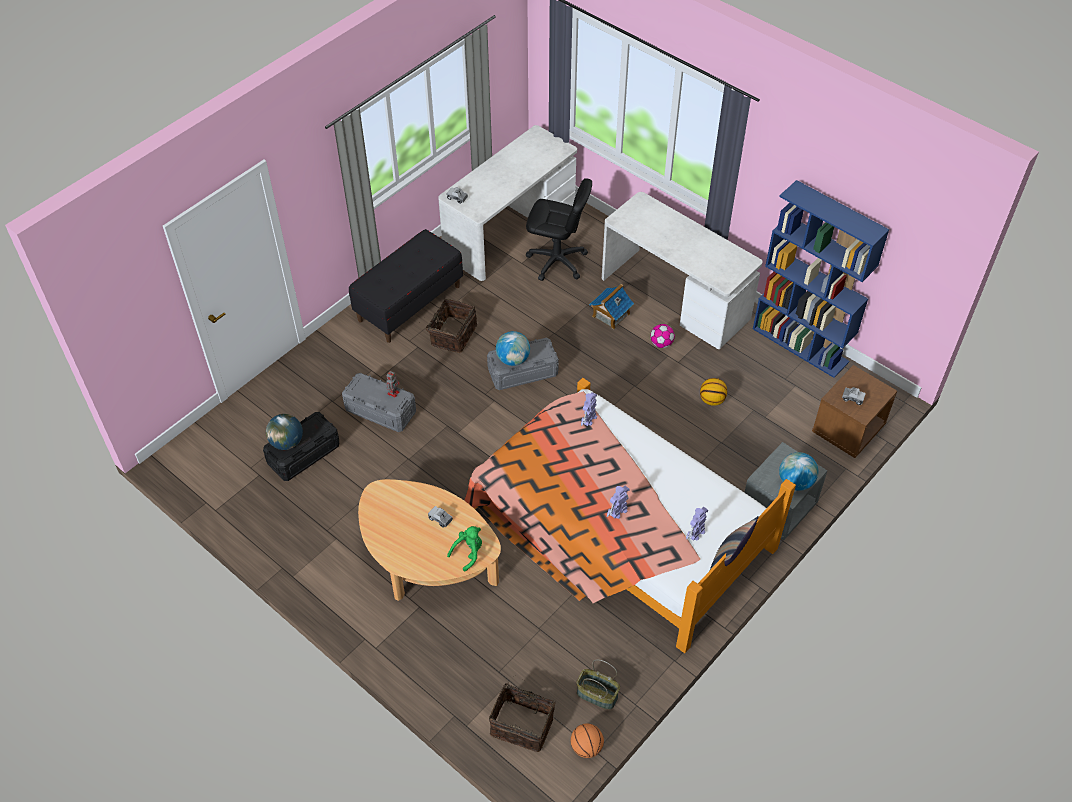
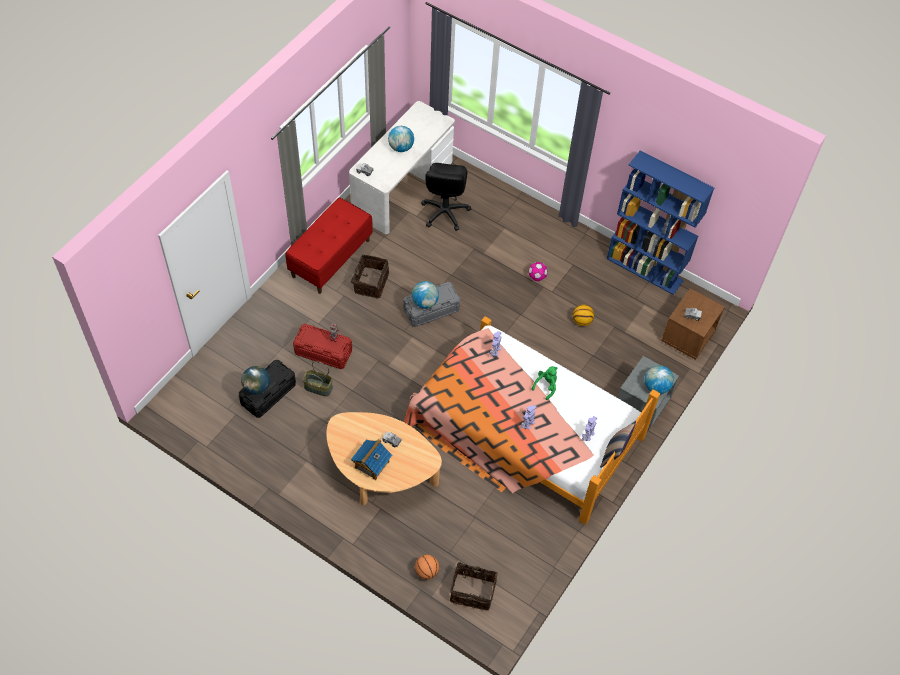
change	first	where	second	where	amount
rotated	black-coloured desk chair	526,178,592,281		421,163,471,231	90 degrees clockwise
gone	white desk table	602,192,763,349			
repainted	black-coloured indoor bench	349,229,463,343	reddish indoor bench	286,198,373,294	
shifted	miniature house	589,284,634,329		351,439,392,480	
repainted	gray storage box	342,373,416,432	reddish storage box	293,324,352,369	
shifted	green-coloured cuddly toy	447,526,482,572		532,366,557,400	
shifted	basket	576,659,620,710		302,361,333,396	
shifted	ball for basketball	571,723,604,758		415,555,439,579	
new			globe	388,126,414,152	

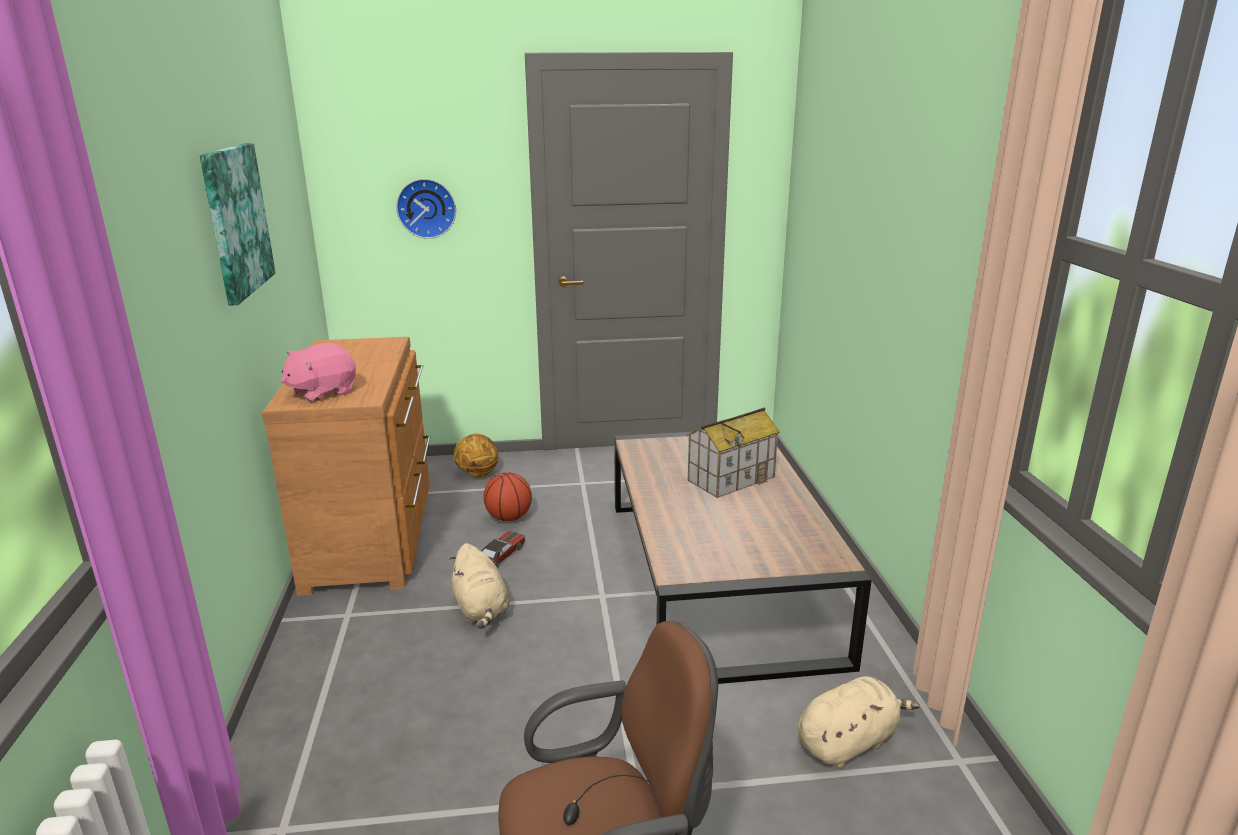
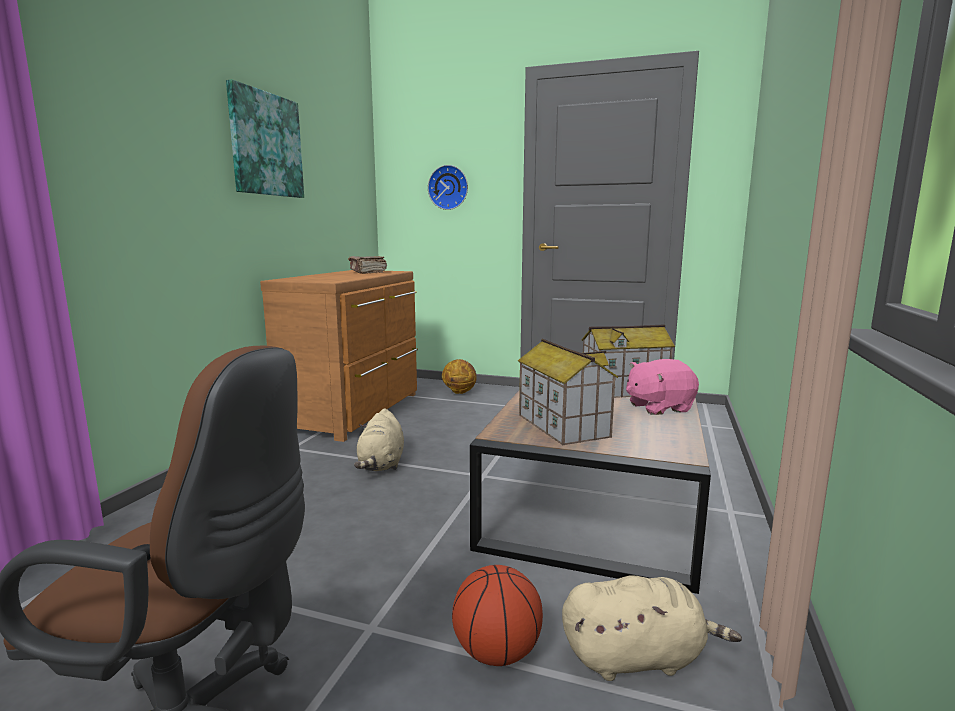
change	first	where	second	where	amount
shifted	pinkish cuddly toy	281,343,356,402		626,359,699,415	
shifted	ball for basketball	483,472,532,521		452,565,543,666	
gone	model car	481,531,525,569			
new			brown-coloured bound book	348,256,387,274	
new			miniature house	518,338,618,445	

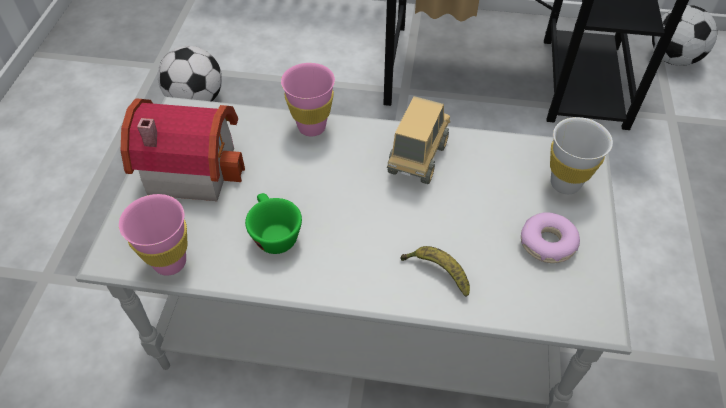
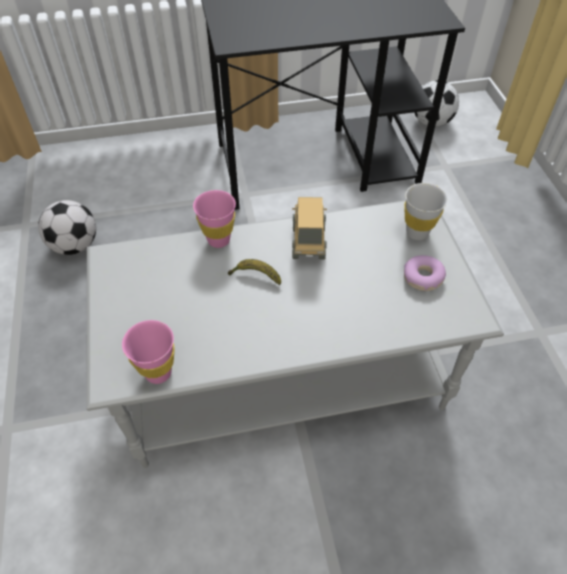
change	first	where	second	where	amount
gone	miniature house	121,98,245,201			
gone	green-coloured drinking cup	245,193,302,254			
shifted	banana	400,246,470,297		228,259,281,285	

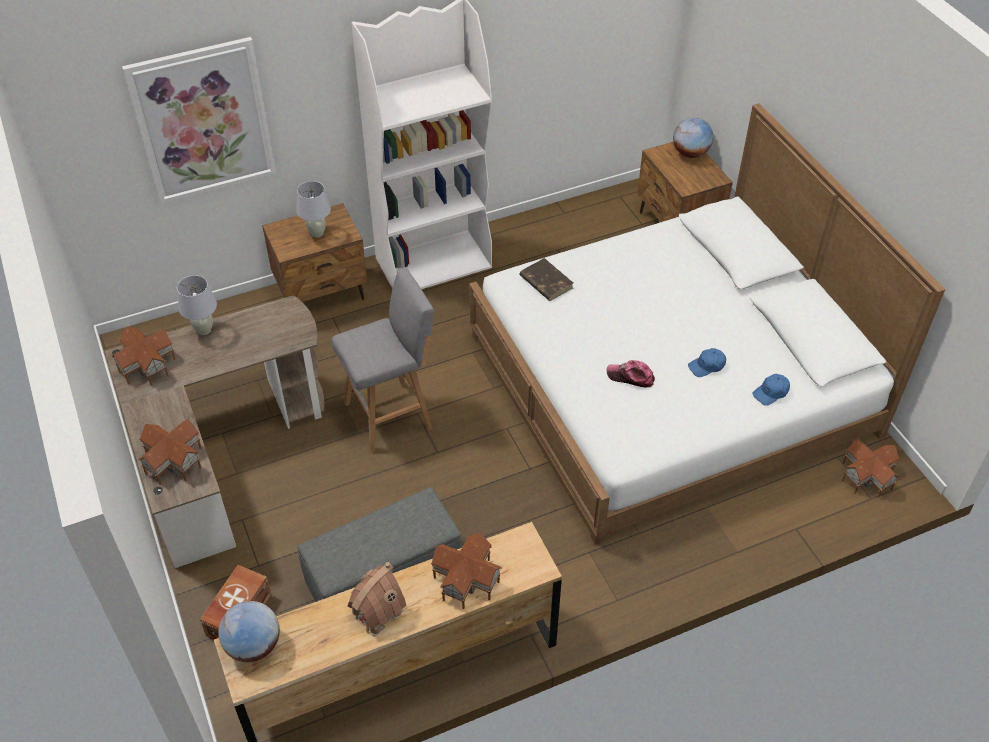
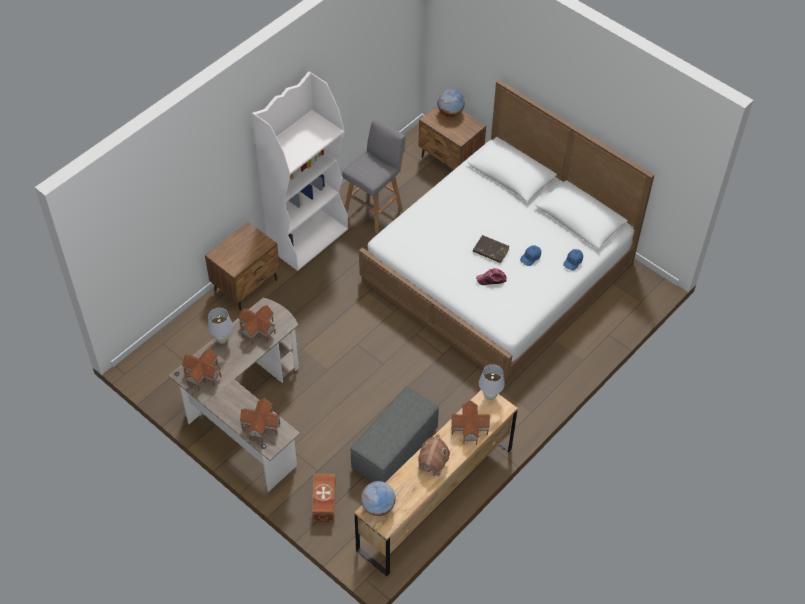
change	first	where	second	where	amount
gone	picture	122,37,276,204			
shifted	white tabletop lamp	296,181,331,237		479,364,505,401	
shifted	brown-coloured bound book	519,258,573,301		473,235,510,263	
shifted	gray sitting stool	331,268,434,453		342,118,406,233	
shifted	miniature house	842,438,900,498		238,305,276,345	

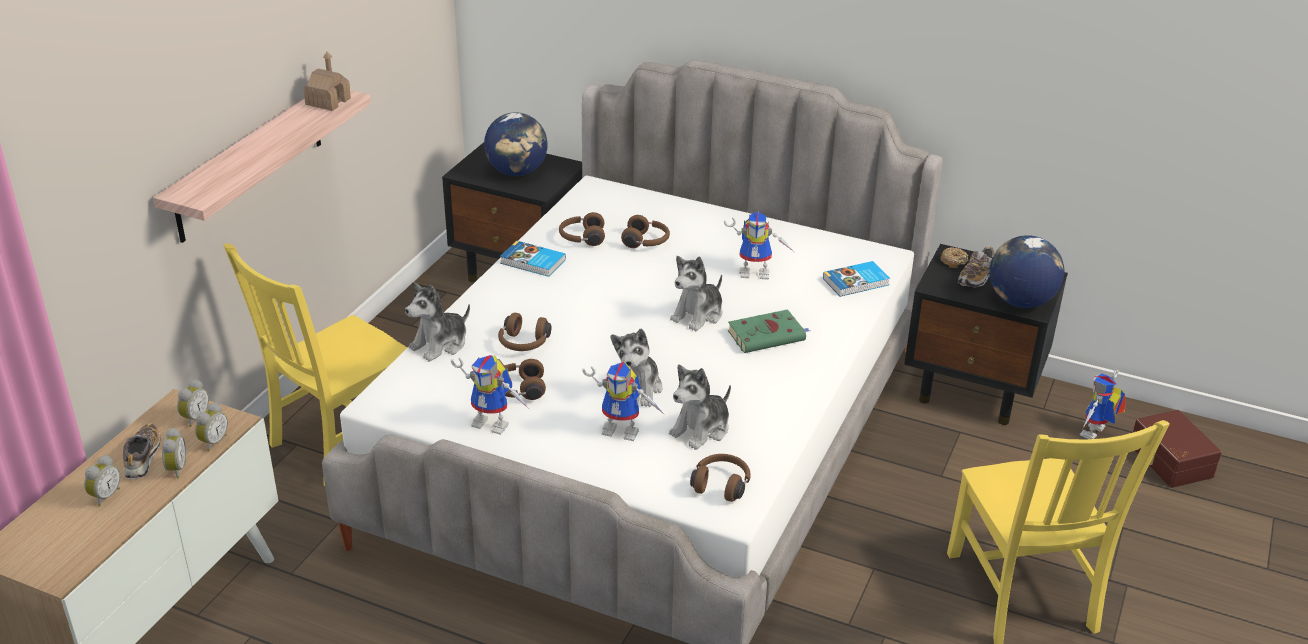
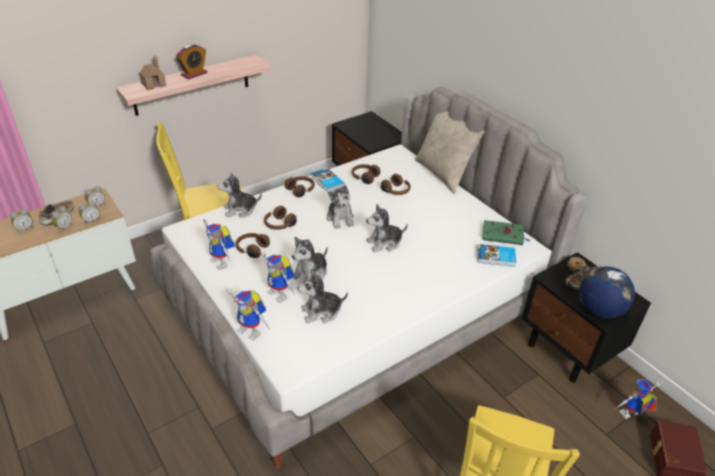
change	first	where	second	where	amount
shifted	miniature house	304,52,351,111		139,55,166,90	
gone	globe	484,112,548,176			
shifted	robot figure	724,211,794,280		226,288,270,341	
shifted	green-coloured bound book	728,309,810,353		482,220,531,245	
shifted	brown-coloured pair of headphones	690,454,751,502		285,176,315,197	
new			bedside clock	176,44,208,80	
new			beige cushion	415,111,485,194	
new			cuddly toy	327,185,354,229	

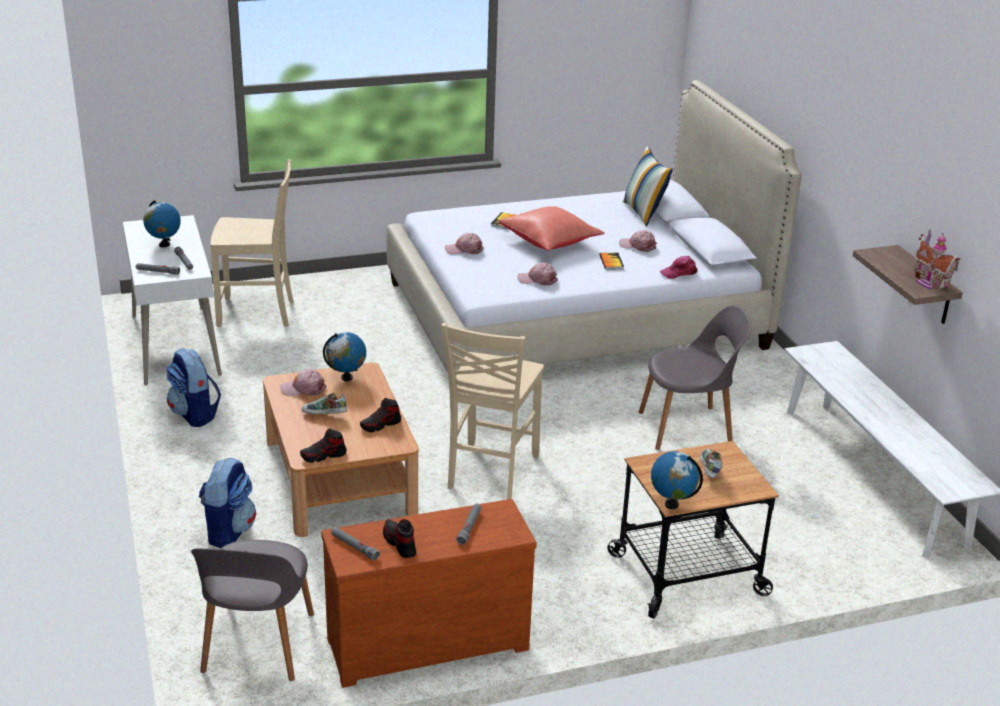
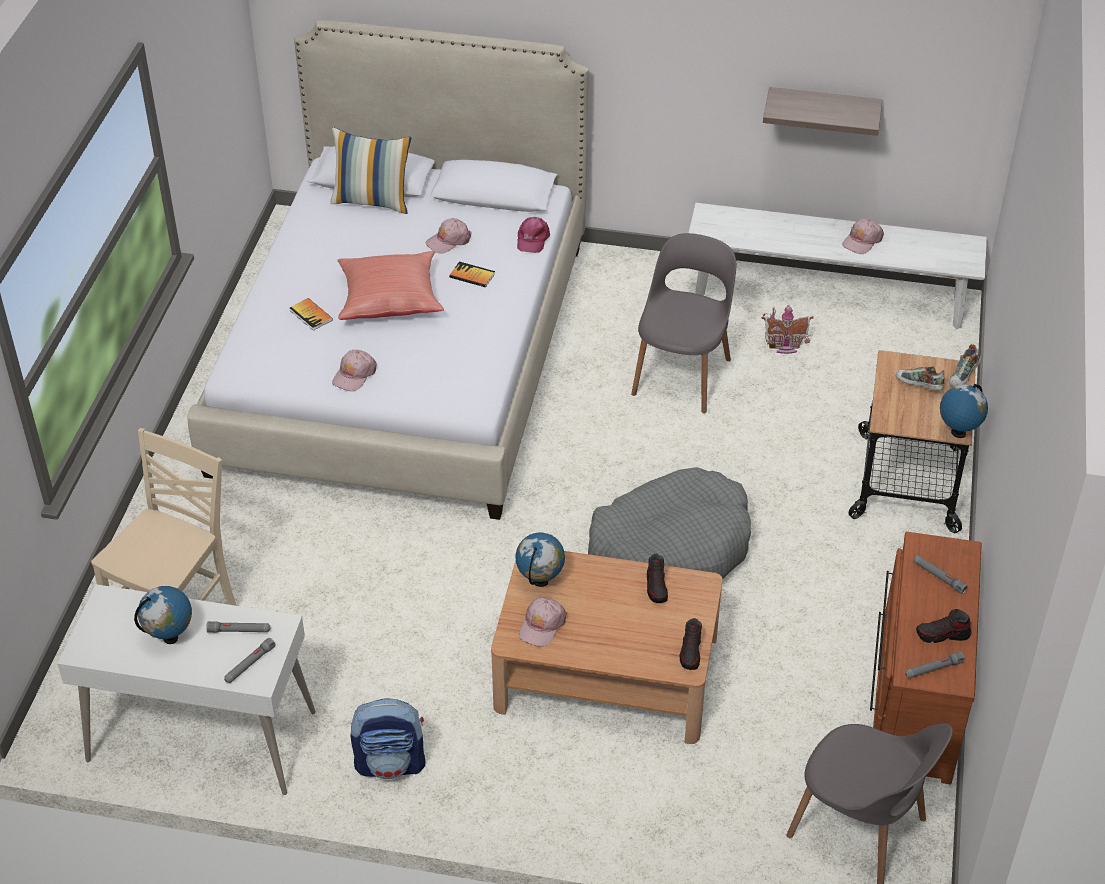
change	first	where	second	where	amount
shifted	miniature house	914,229,960,290		761,305,813,354	
shifted	pinkish peaked cap	517,262,557,285		842,218,884,254	
swapped	beige upright chair	441,323,544,499	gray dog bed	588,467,751,579	
shifted	item of footwear	302,392,347,414		949,344,982,387	
gone	backpack	199,458,256,548			

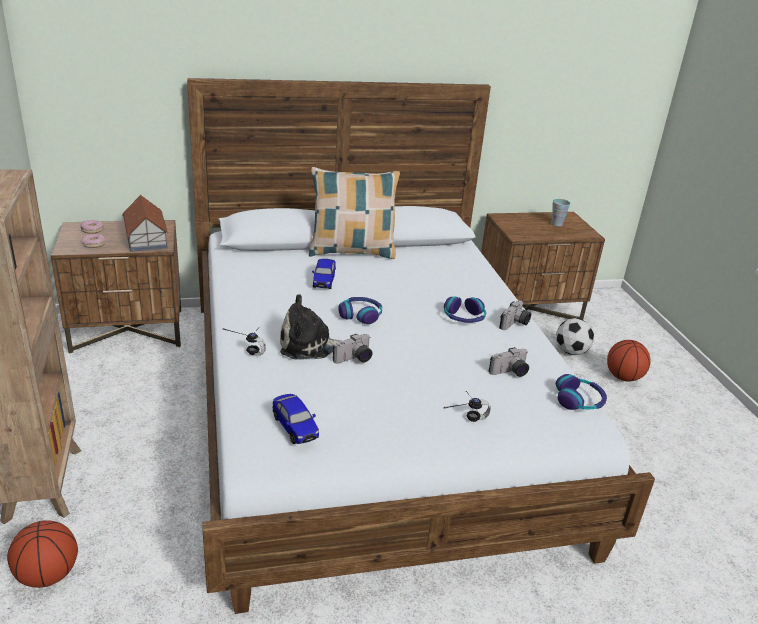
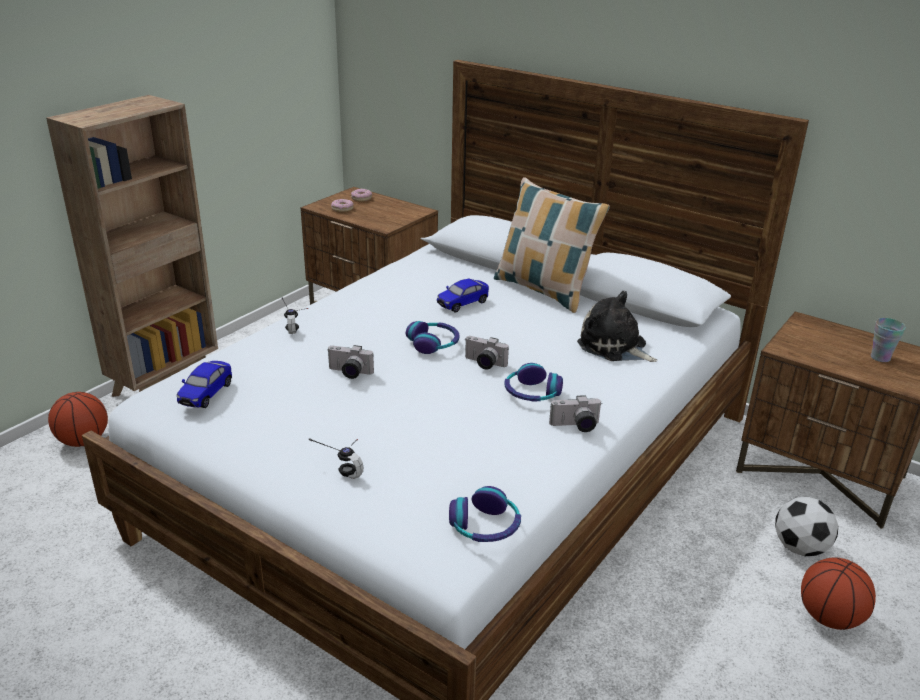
change	first	where	second	where	amount
gone	miniature house	122,195,169,252			
shifted	cuddly toy	280,294,341,360		577,291,658,362	
shifted	photo camera	489,347,529,377		465,336,509,369	

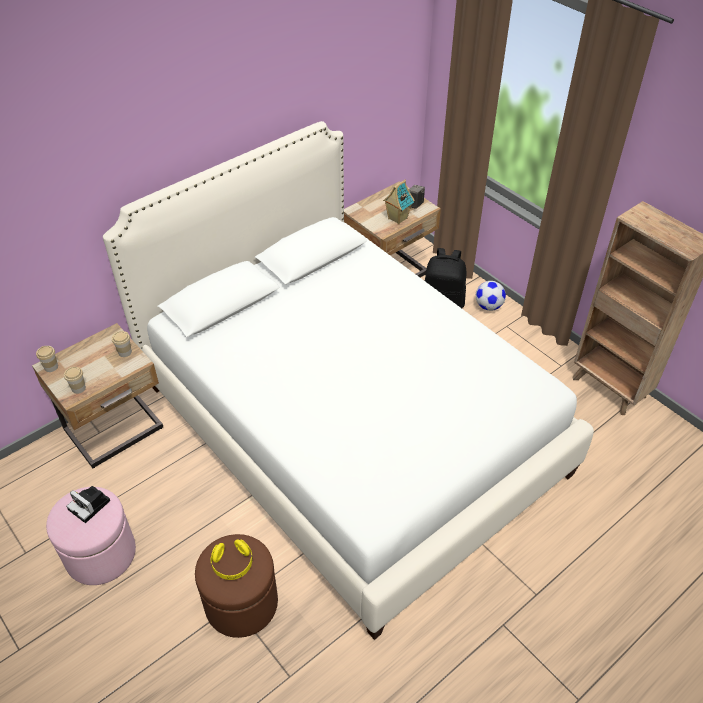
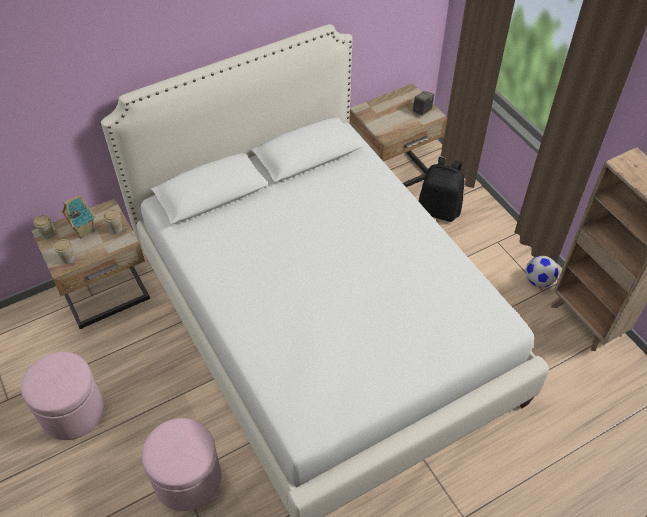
change	first	where	second	where	amount
shifted	miniature house	383,180,415,225		61,194,95,239	
shifted	ball for football	476,281,506,311		526,256,559,287	
gone	photo camera	66,486,110,523			
repainted	brown-coloured footrest	195,534,278,638	pinkish footrest	142,418,221,511	
gone	yellow pair of headphones	211,539,253,580			

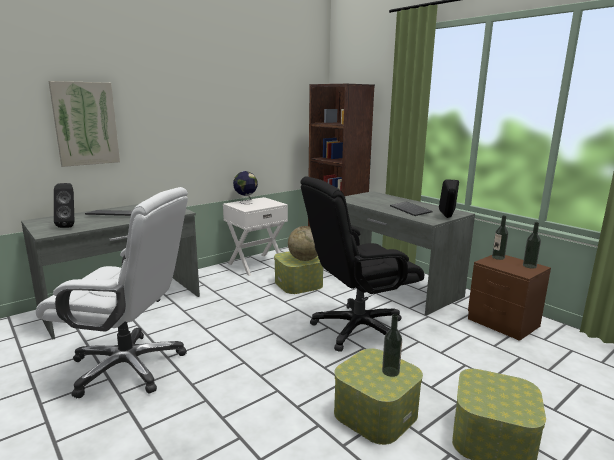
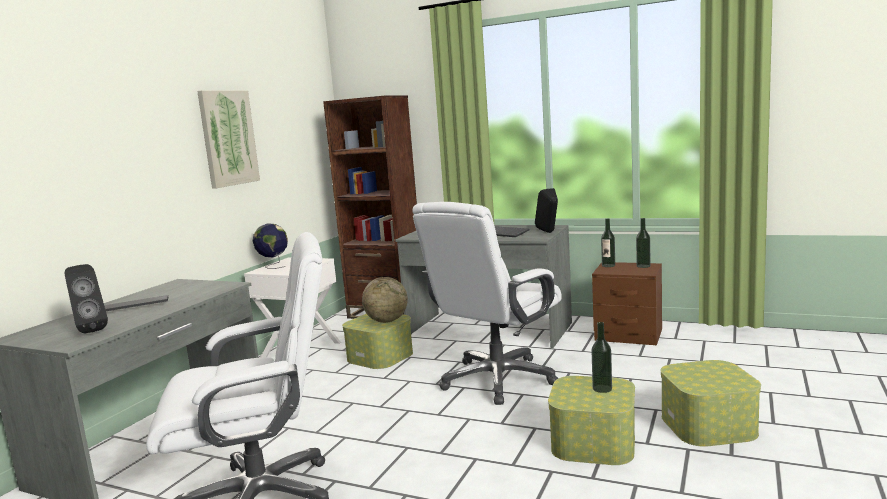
change	first	where	second	where	amount
shifted	picture	48,81,120,167		197,90,260,189	
repainted	black-coloured desk chair	300,176,424,352	white desk chair	412,202,562,405	

